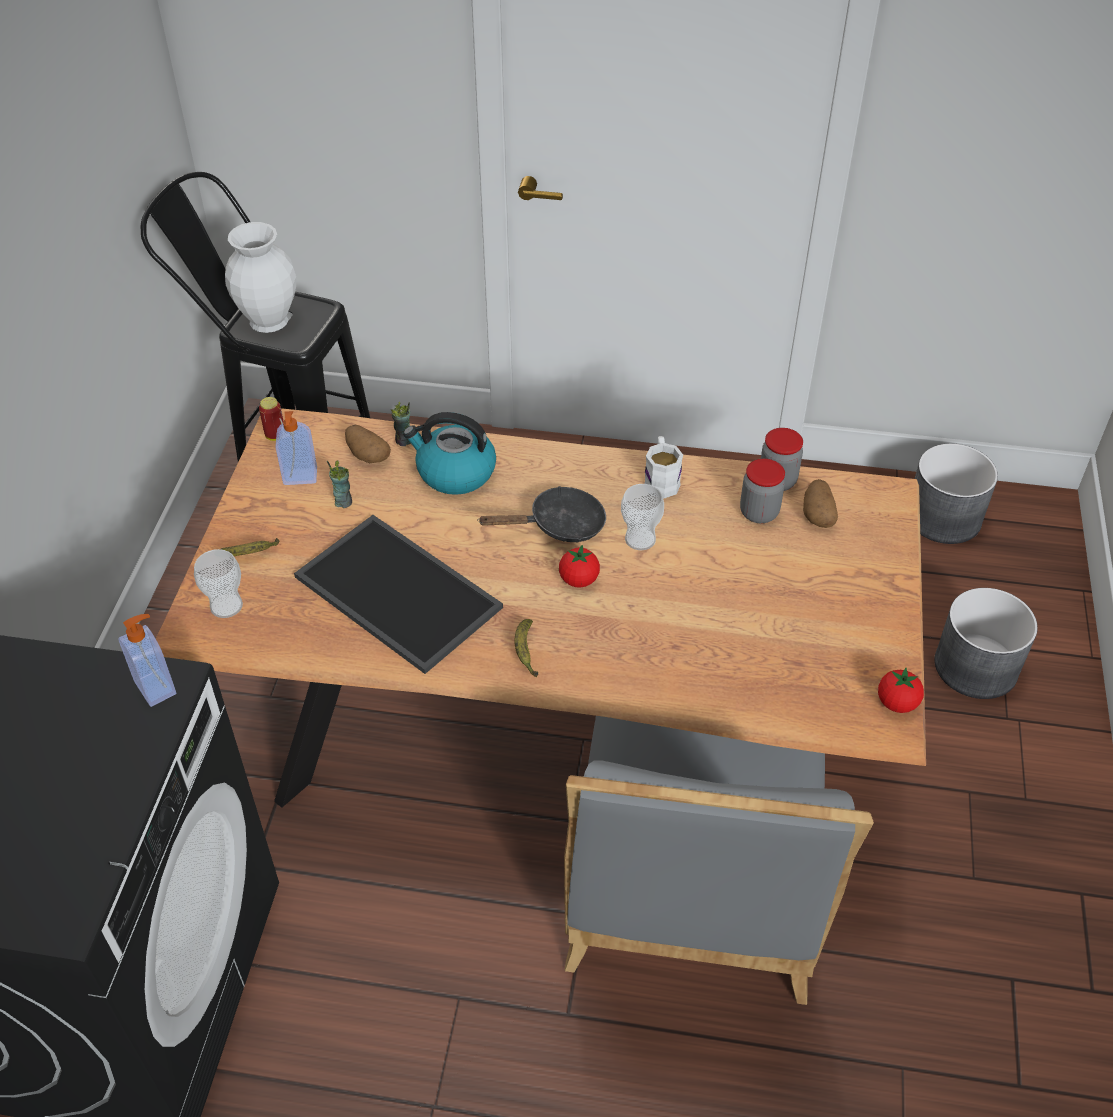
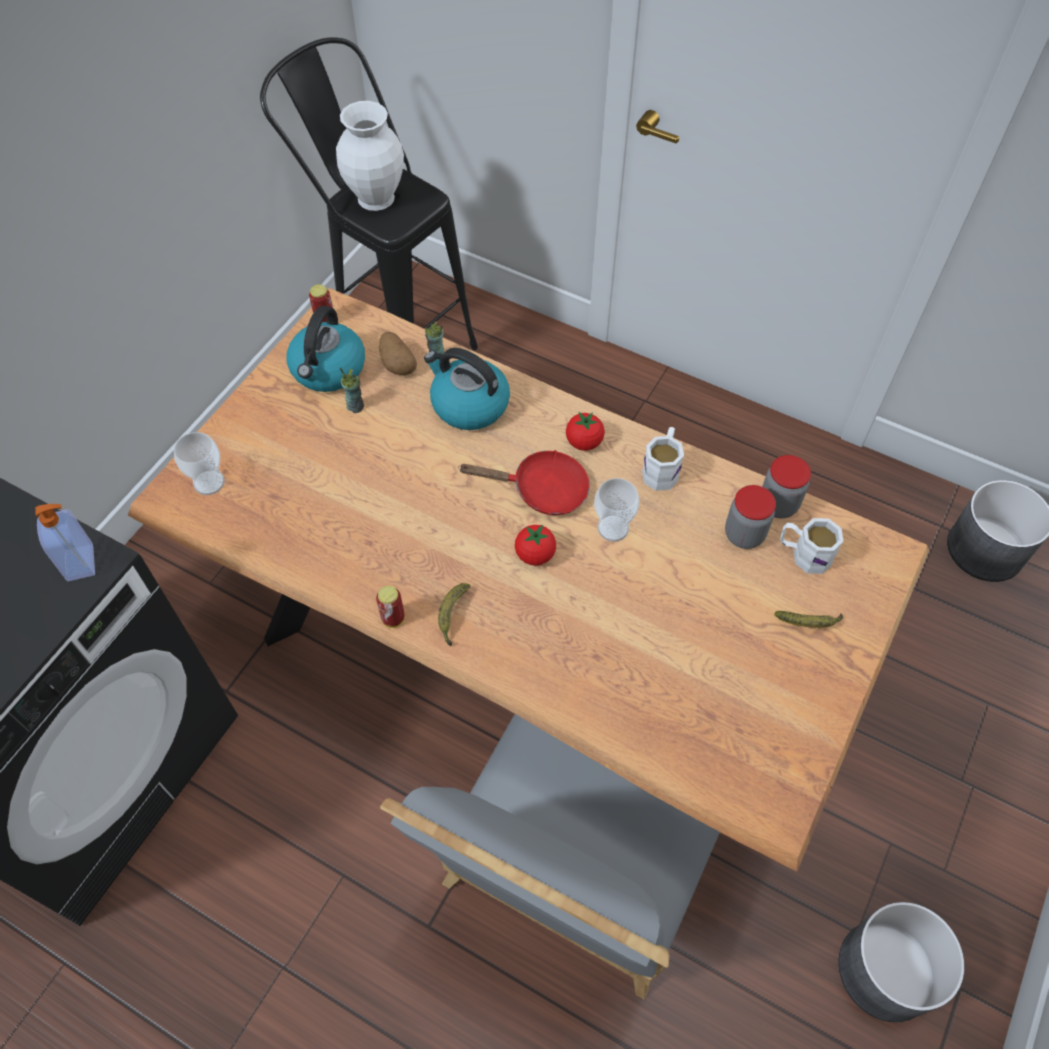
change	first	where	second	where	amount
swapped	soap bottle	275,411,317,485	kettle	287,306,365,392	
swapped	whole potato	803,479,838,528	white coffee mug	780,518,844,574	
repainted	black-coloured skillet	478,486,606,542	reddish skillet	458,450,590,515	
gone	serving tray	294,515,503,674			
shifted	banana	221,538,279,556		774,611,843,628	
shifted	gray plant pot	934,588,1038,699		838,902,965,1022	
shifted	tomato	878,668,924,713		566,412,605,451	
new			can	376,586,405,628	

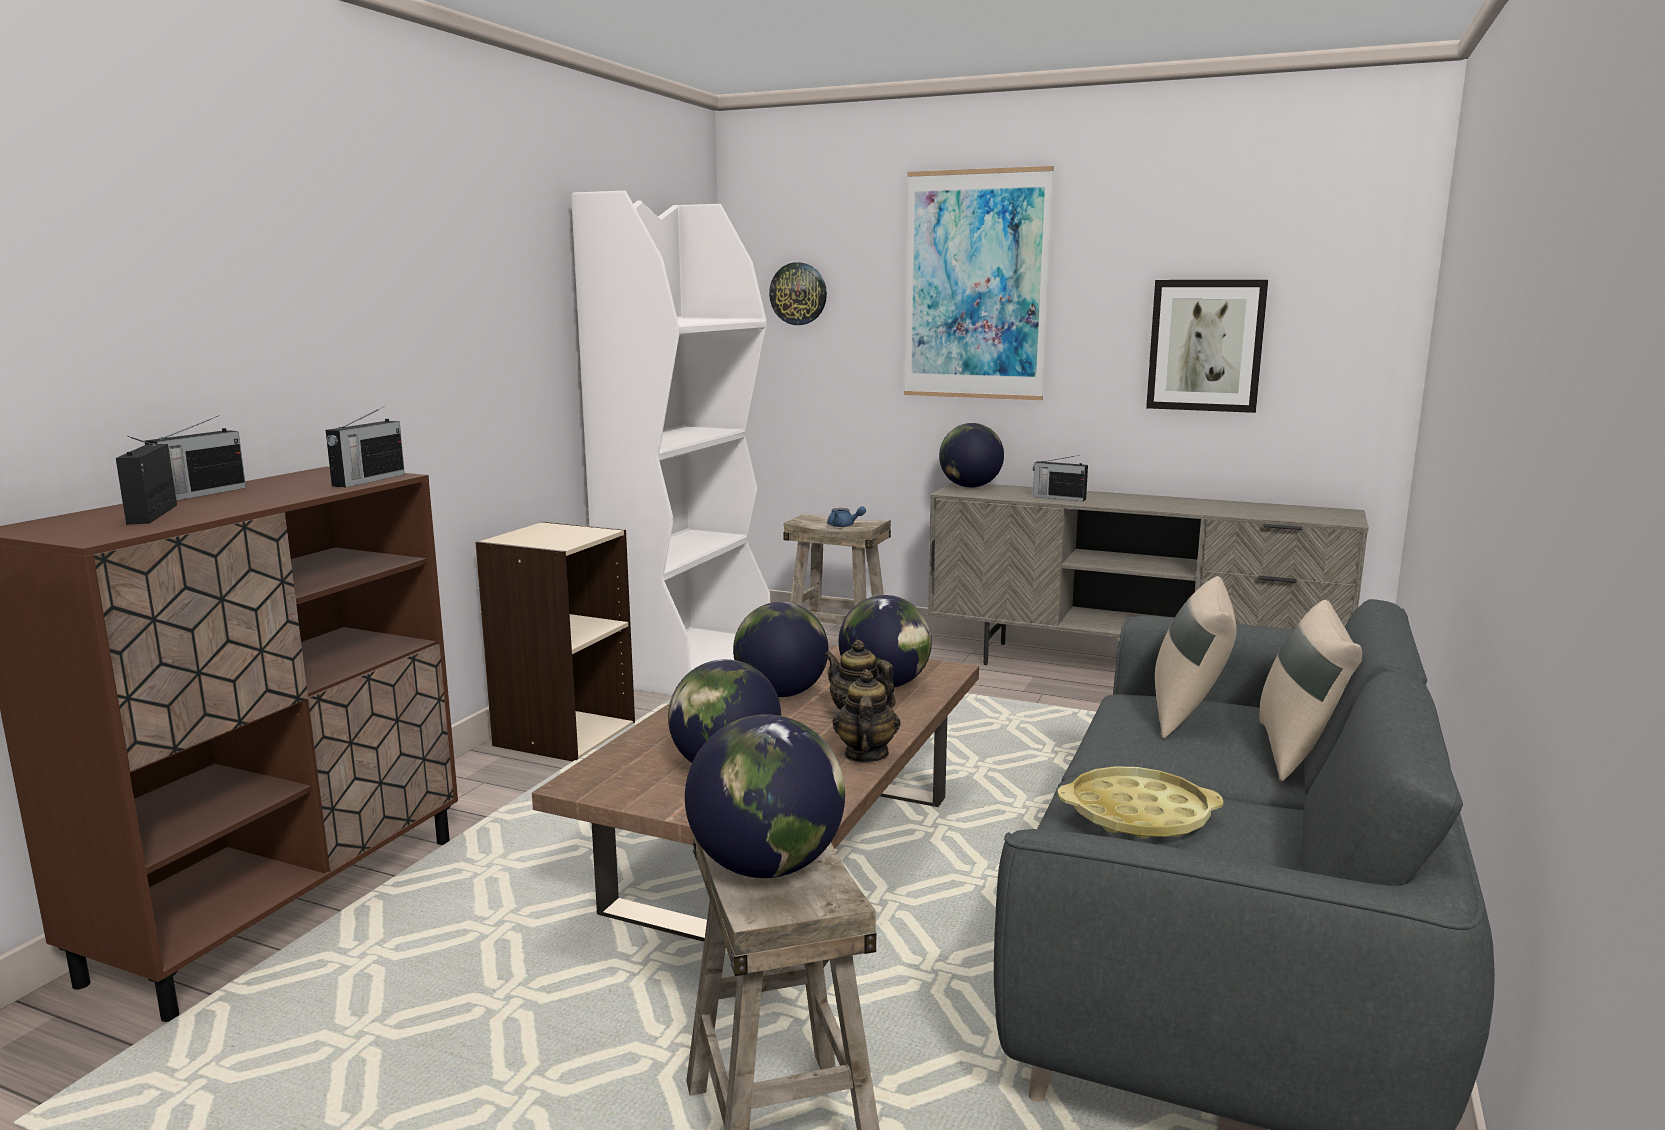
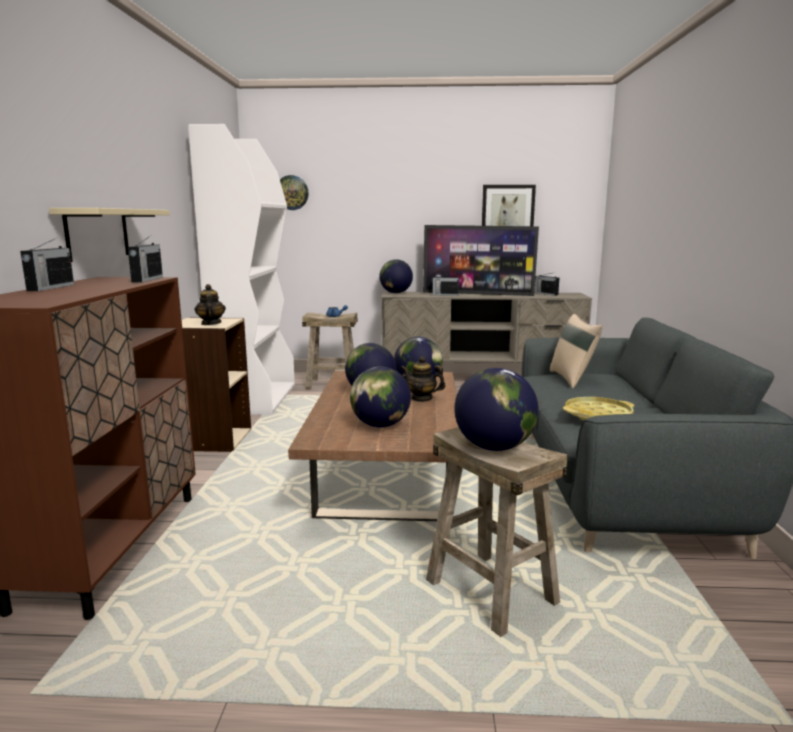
change	first	where	second	where	amount
gone	picture	904,166,1054,400			
shifted	radio set	116,436,177,525		535,272,559,296	
gone	beige cushion	1259,600,1362,781			
shifted	tea pot	833,669,901,763		194,284,226,325	
new			beige wall shelf	49,208,170,262	
new			television	423,225,539,296	

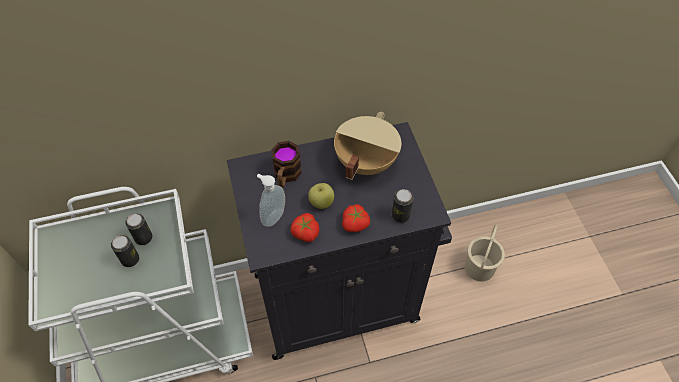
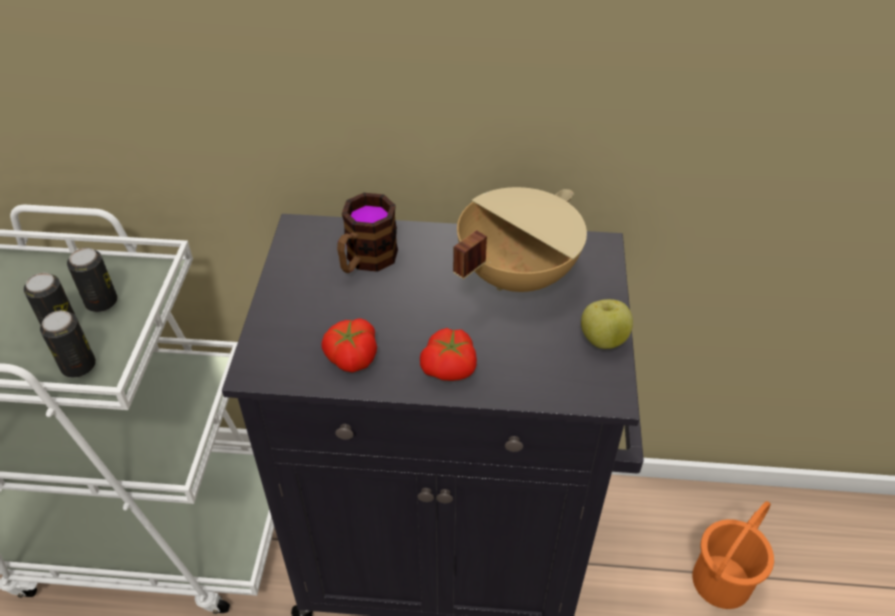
change	first	where	second	where	amount
gone	soap bottle	257,174,285,227			
shifted	apple fruit	308,183,334,209		581,299,633,349	
shifted	can	392,189,414,223		40,311,96,378	
repainted	beige water bucket	465,224,505,282	orangey water bucket	692,501,774,609	

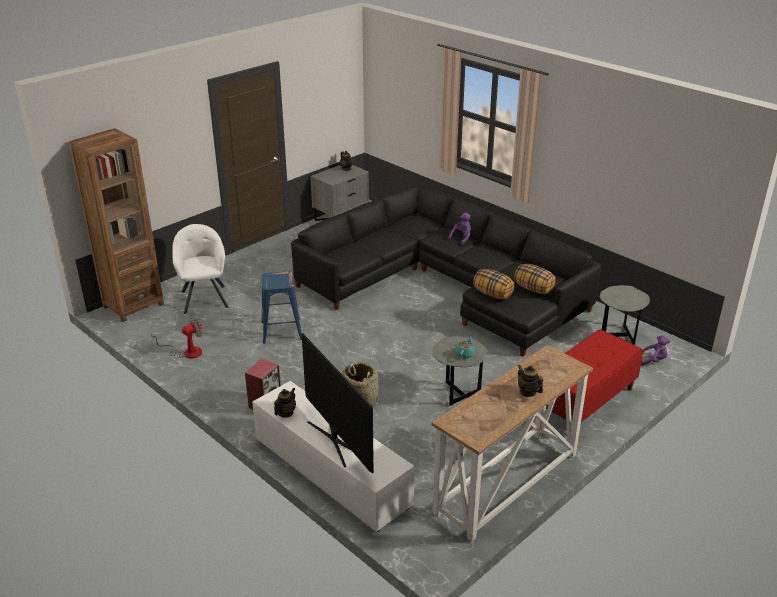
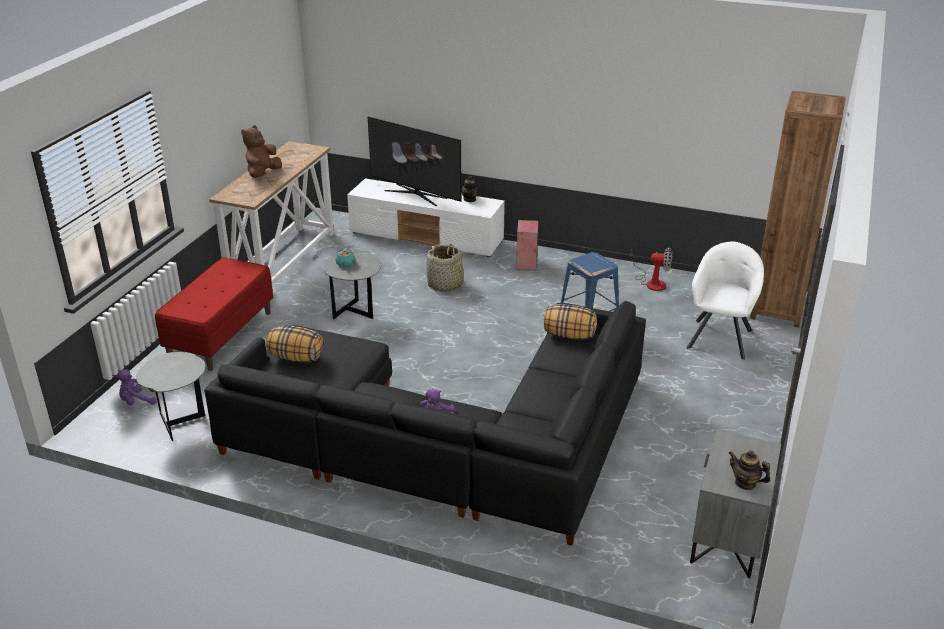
change	first	where	second	where	amount
rotated	white lounge chair	172,224,229,314		686,241,764,360	120 degrees counterclockwise
shifted	cushion	473,269,515,299		544,304,597,339	
rotated	cooling fan	151,316,203,358		630,247,672,291	105 degrees counterclockwise
swapped	tea pot	518,365,543,397	brown-coloured cuddly toy	241,125,282,178	

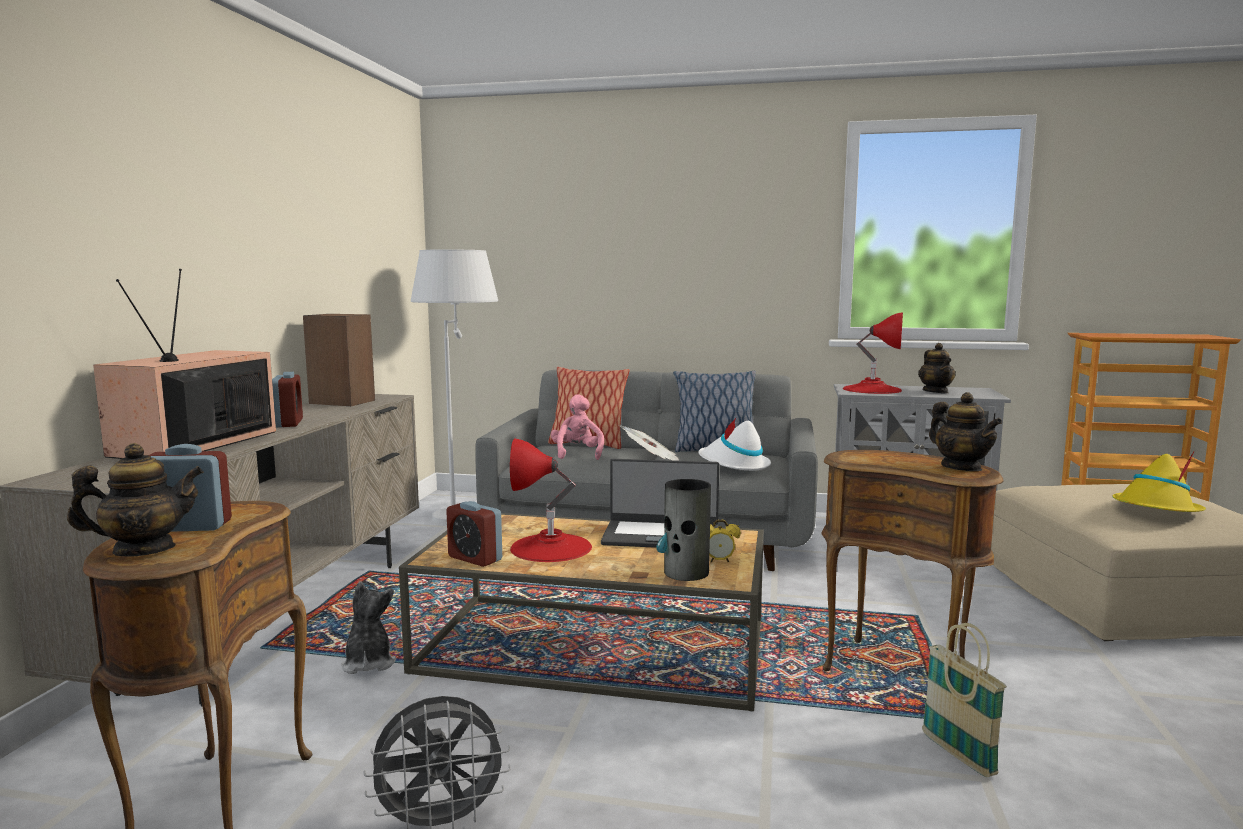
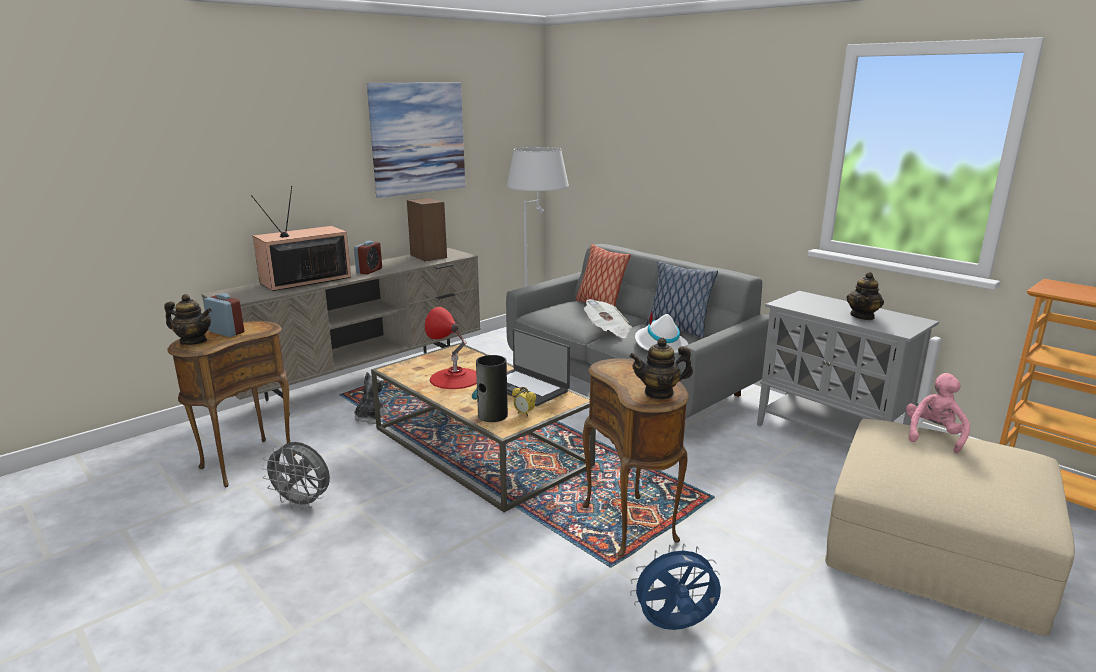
change	first	where	second	where	amount
gone	reddish tabletop lamp	843,312,903,394			
rotated	tea pot	929,392,1002,471		629,338,693,400	75 degrees clockwise
shifted	pinkish cuddly toy	551,394,604,460		906,373,970,453	
gone	yellow wearable hat	1113,451,1206,512			
gone	bedside clock	446,501,502,567			
gone	basket	922,623,1007,777			
new			picture	367,83,465,198	
new			bluish cooling fan	630,543,721,630	

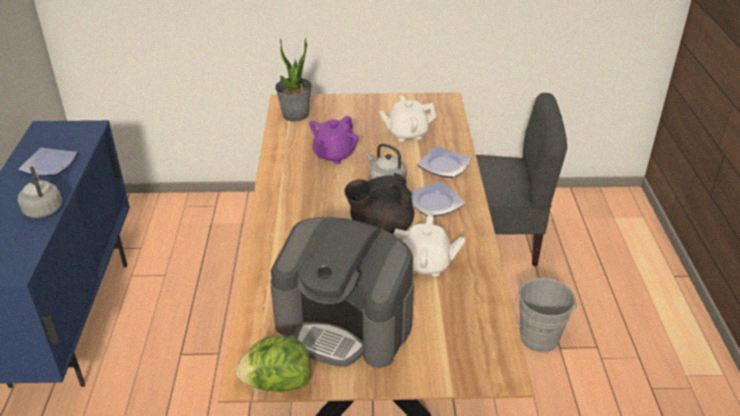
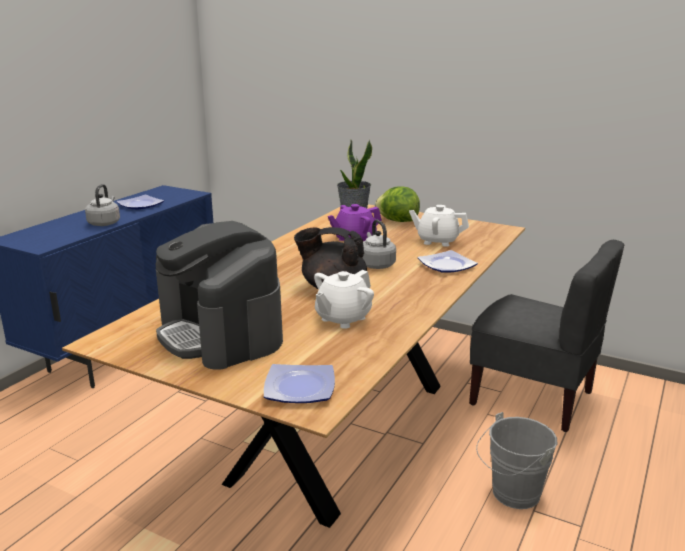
change	first	where	second	where	amount
shifted	plate	411,181,466,217		264,364,335,403	
rotated	white tea pot	393,215,465,276		314,270,374,329	90 degrees clockwise
shifted	head of lettuce	236,336,311,392		375,186,420,222	

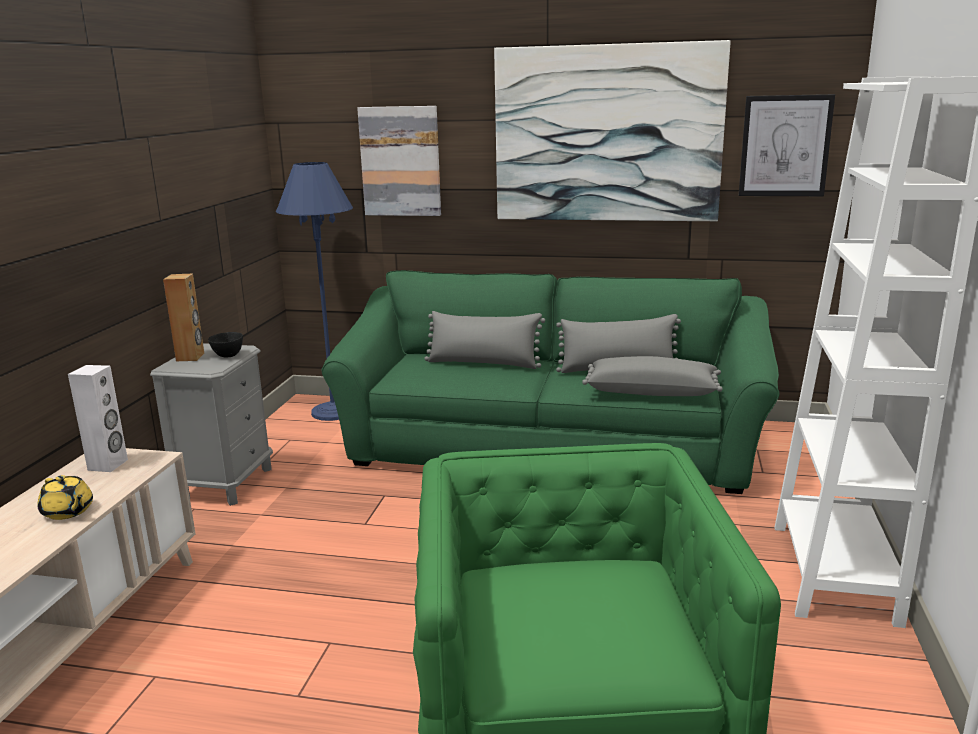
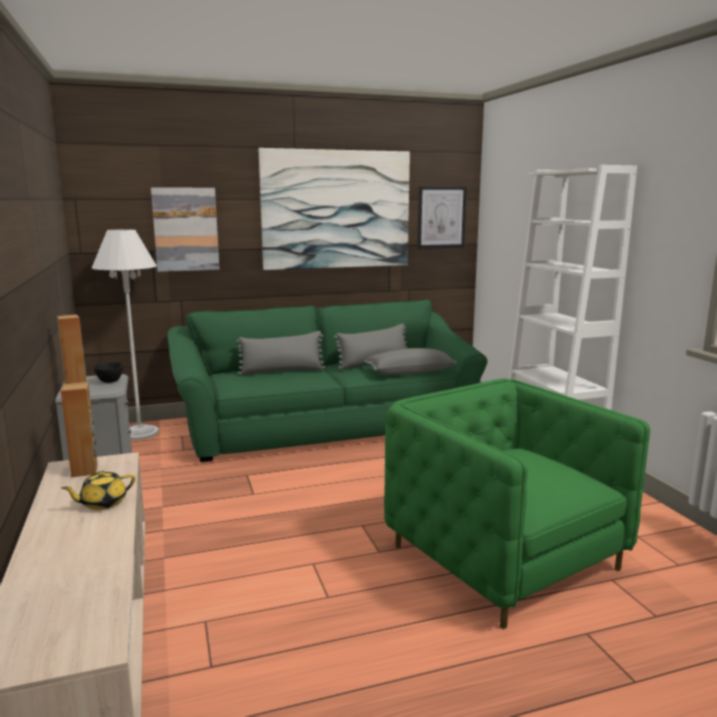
change	first	where	second	where	amount
repainted	bluish floor lamp	276,162,353,421	white floor lamp	92,229,159,440	
repainted	white loudspeaker	68,365,128,472	brown-coloured loudspeaker	61,382,98,477	
rotated	yellow tea pot	37,475,93,520		61,471,136,510	135 degrees clockwise

